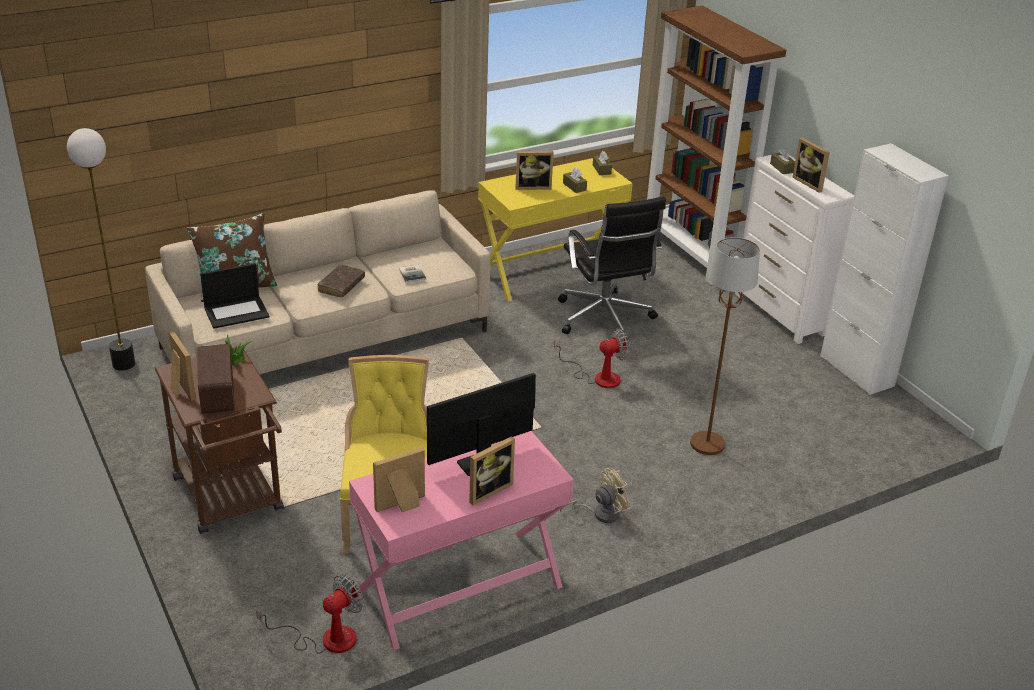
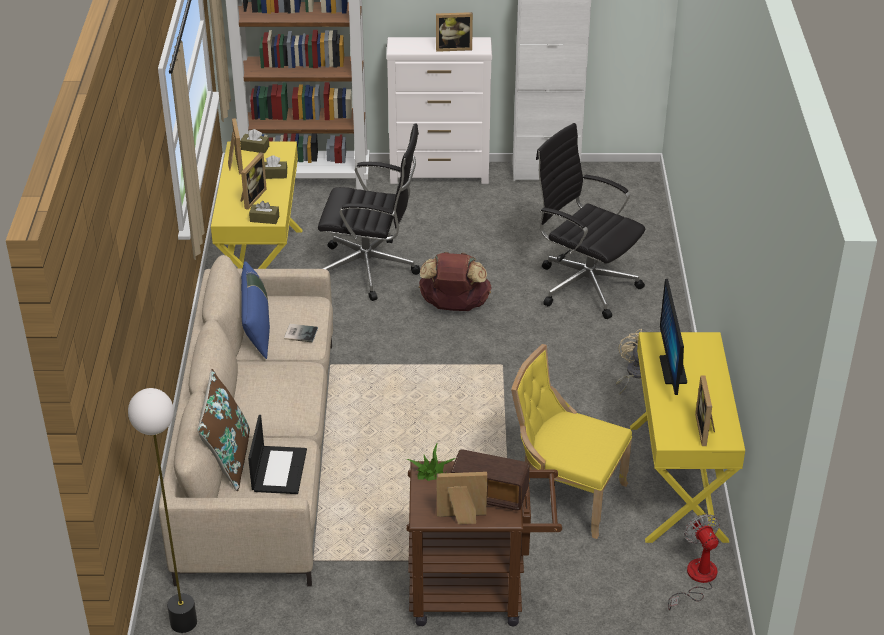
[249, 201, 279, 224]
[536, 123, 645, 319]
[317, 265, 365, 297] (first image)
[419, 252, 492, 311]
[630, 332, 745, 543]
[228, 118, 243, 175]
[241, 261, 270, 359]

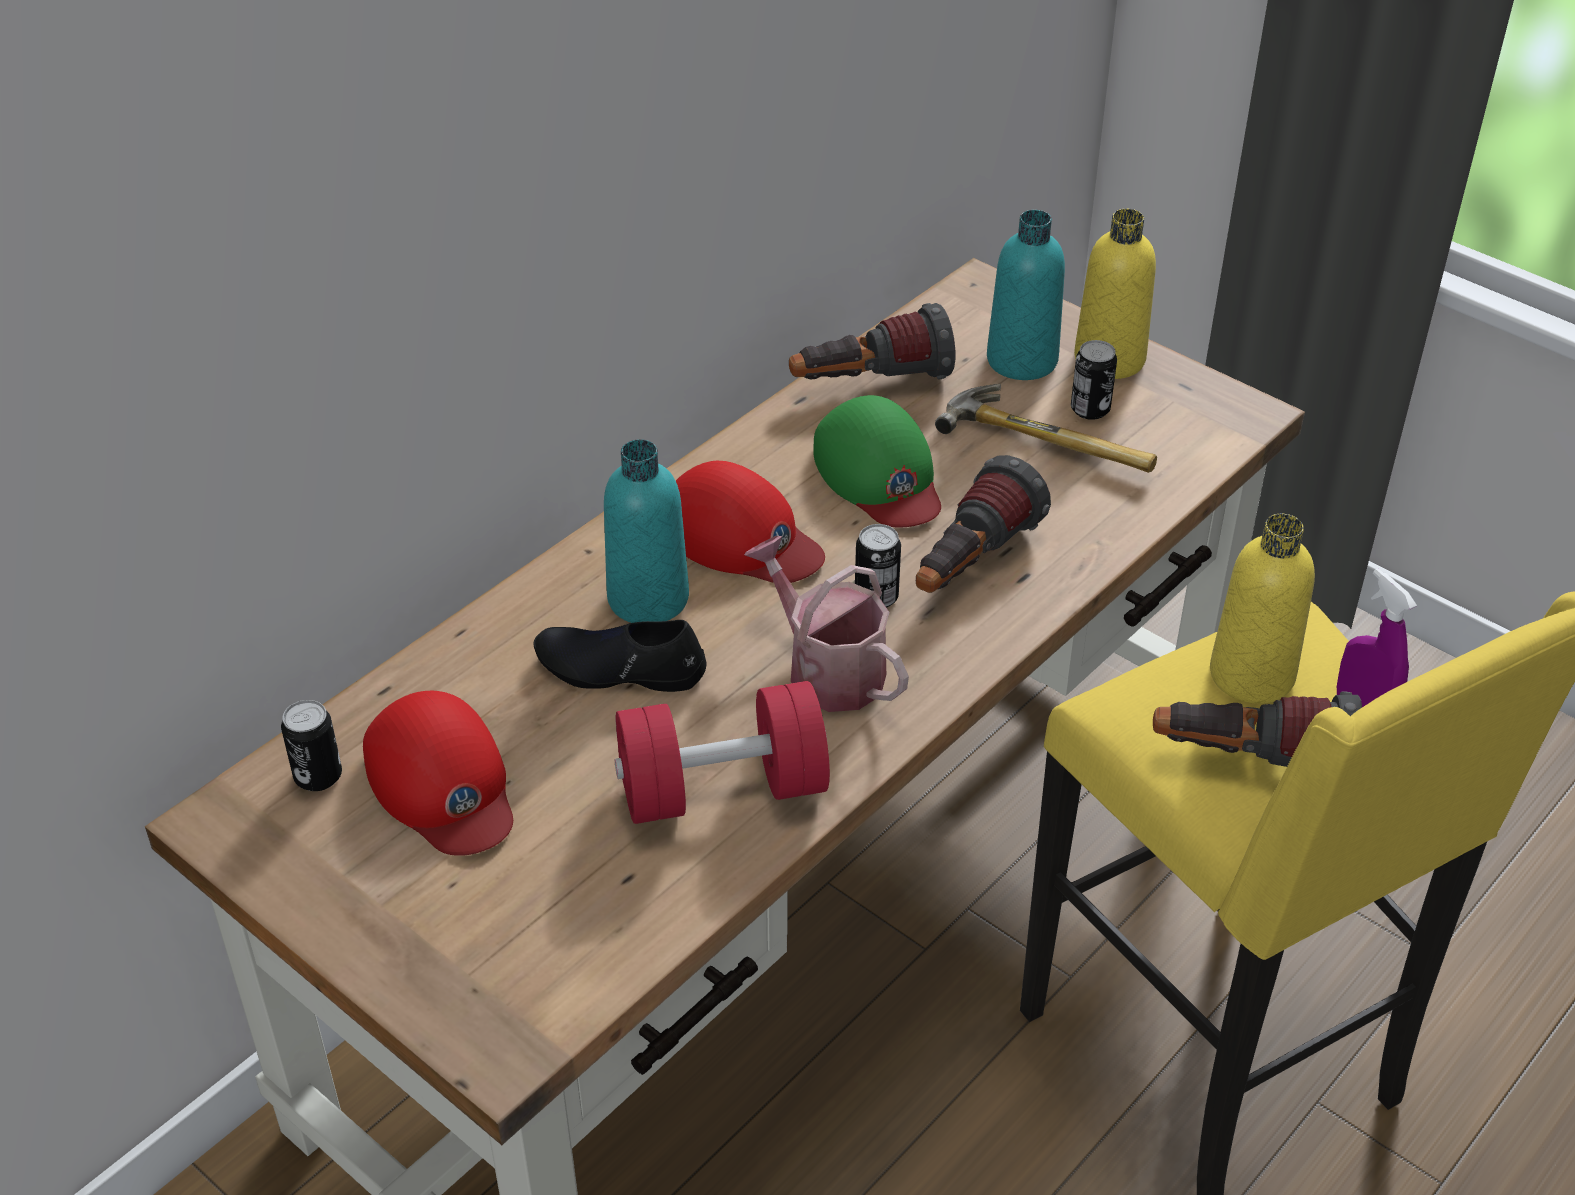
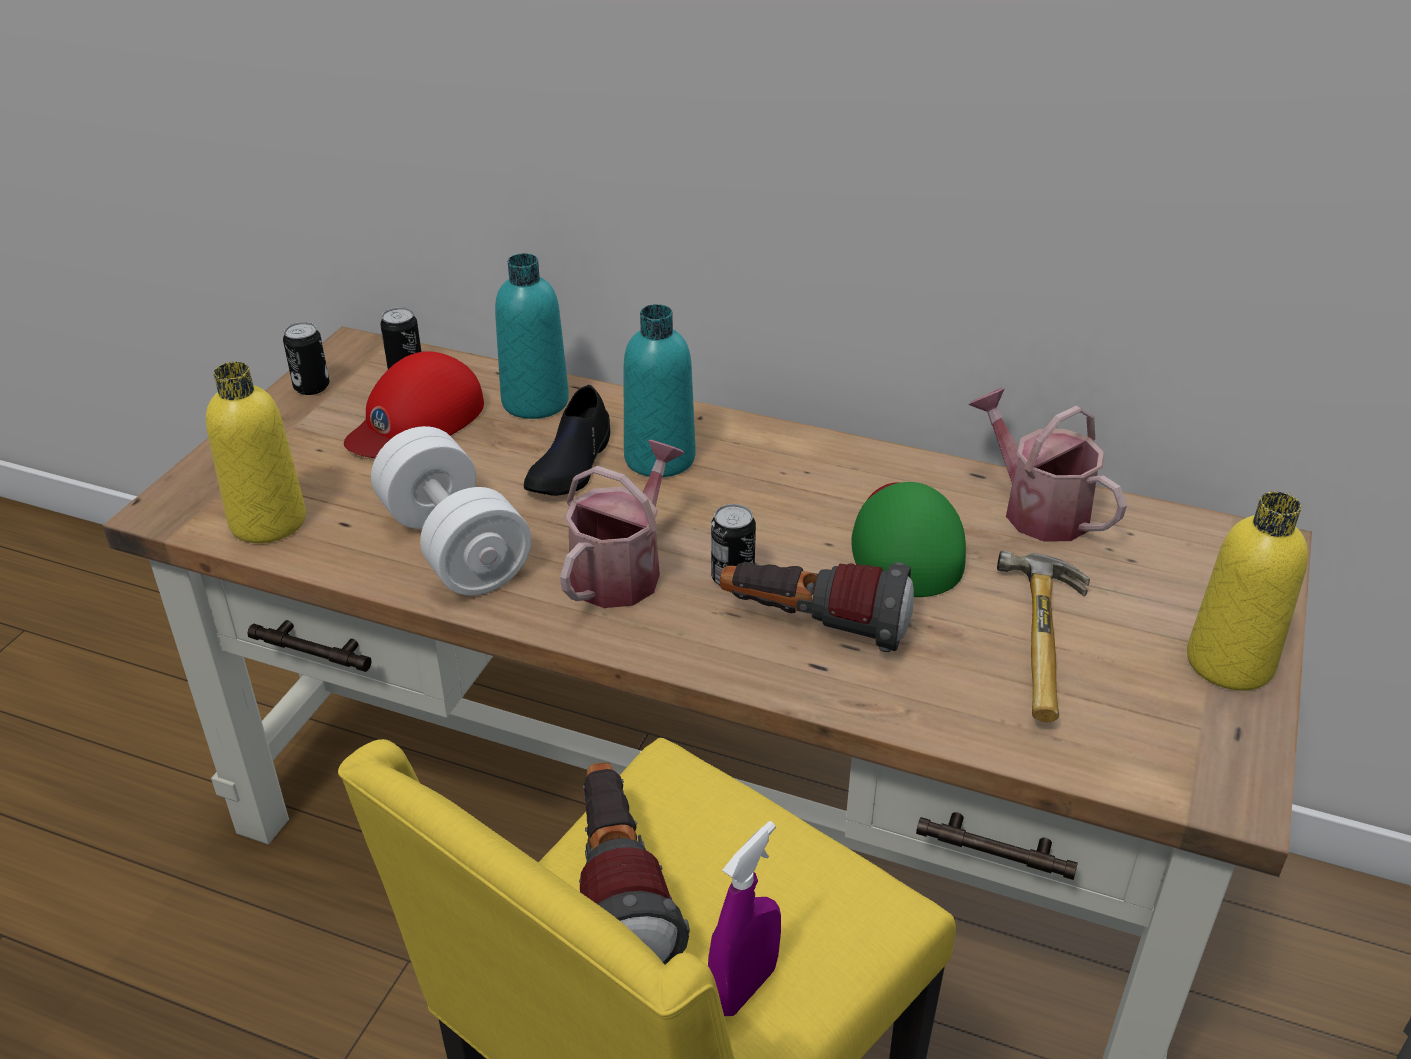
[495, 253, 569, 419]
[969, 388, 1127, 541]
[283, 322, 329, 395]
[851, 482, 966, 597]
[676, 461, 825, 583] (first image)
[206, 362, 306, 543]
[524, 385, 610, 496]
[371, 426, 531, 596]

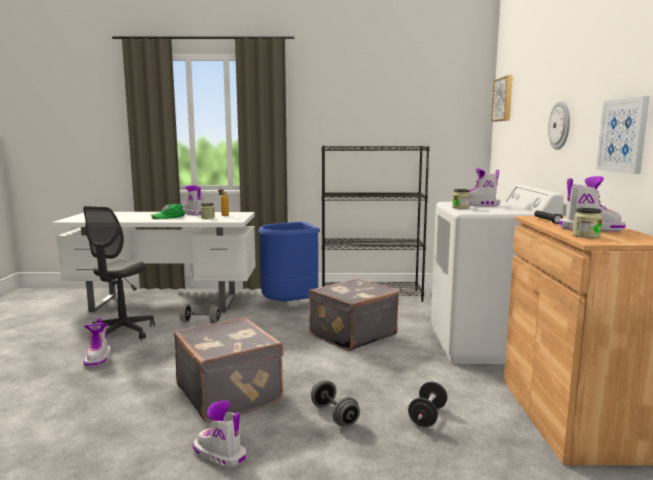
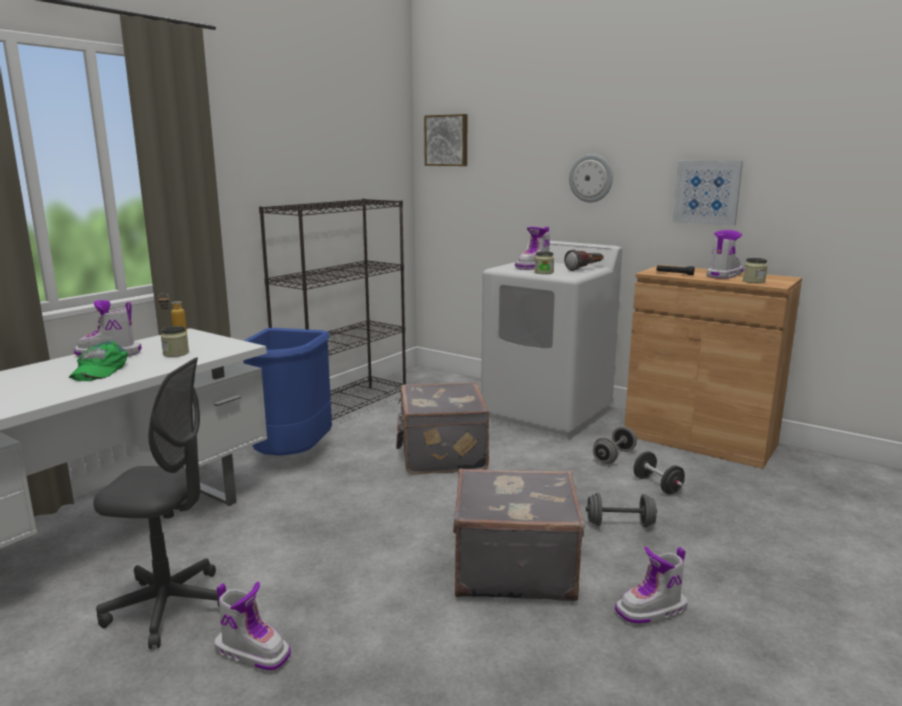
[93, 358, 219, 649]
[593, 426, 637, 464]
[564, 250, 604, 271]

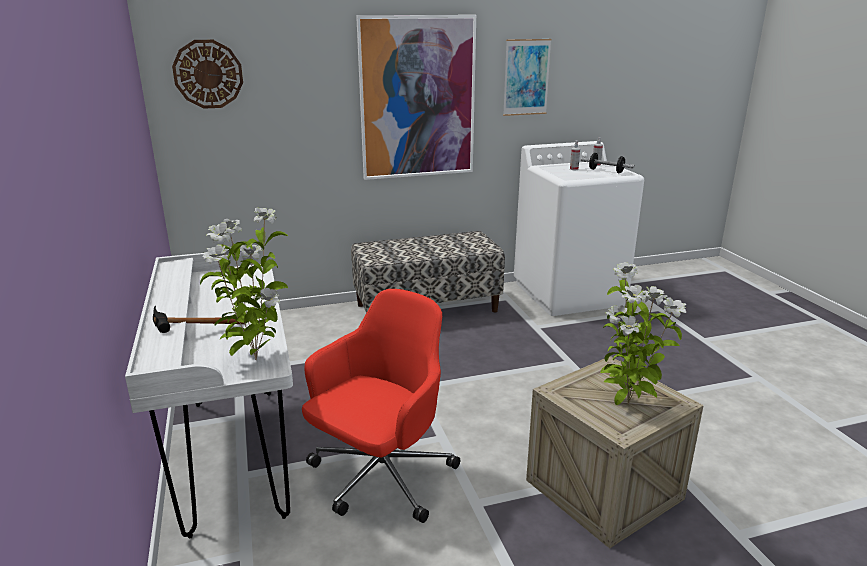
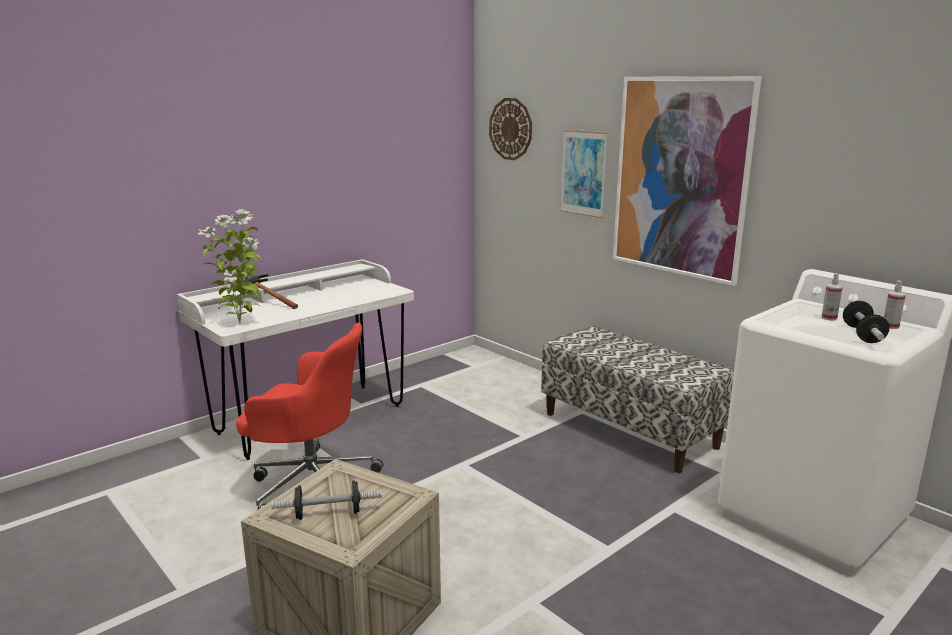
[560, 130, 608, 218]
[271, 480, 382, 520]

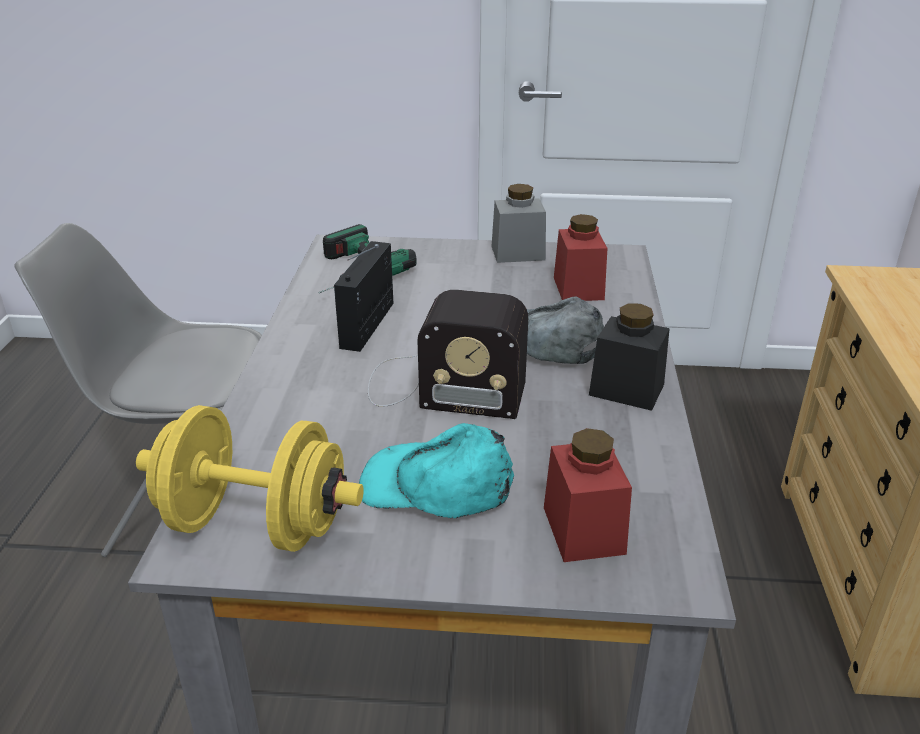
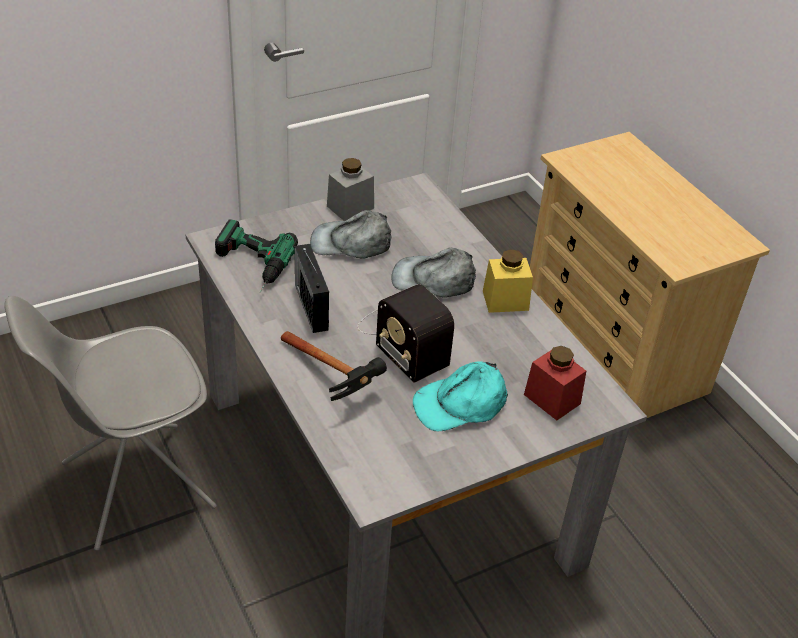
[554, 214, 608, 301] (first image)
[357, 284, 454, 383]
[483, 249, 533, 313]
[136, 405, 364, 552] (first image)
[310, 210, 392, 259]
[281, 331, 387, 401]

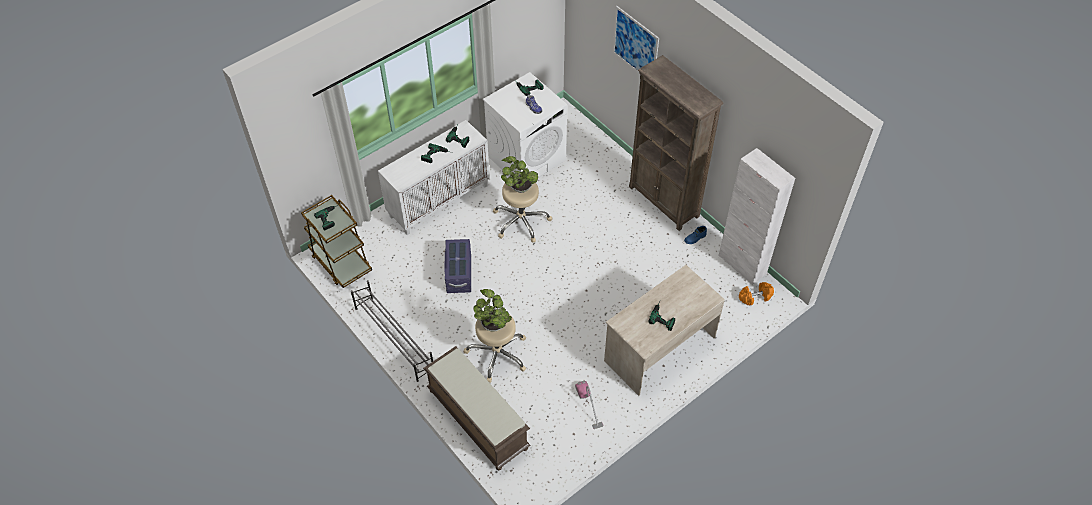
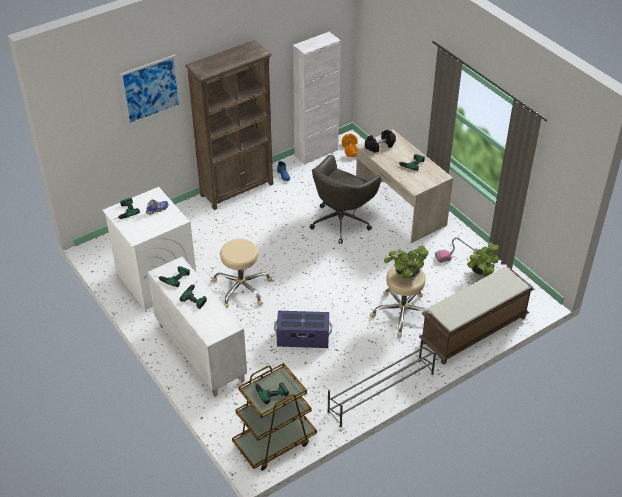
[466, 242, 499, 278]
[365, 130, 396, 153]
[310, 155, 381, 244]

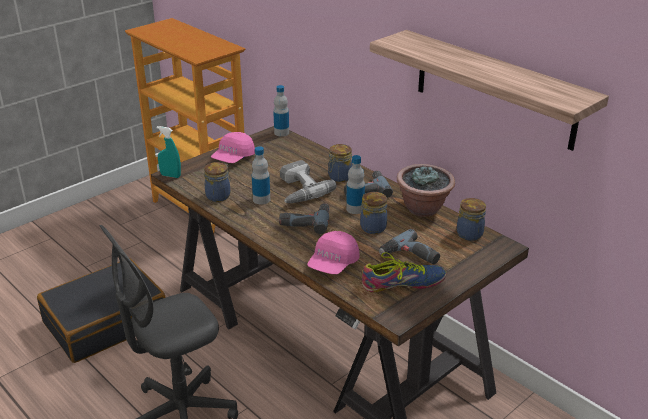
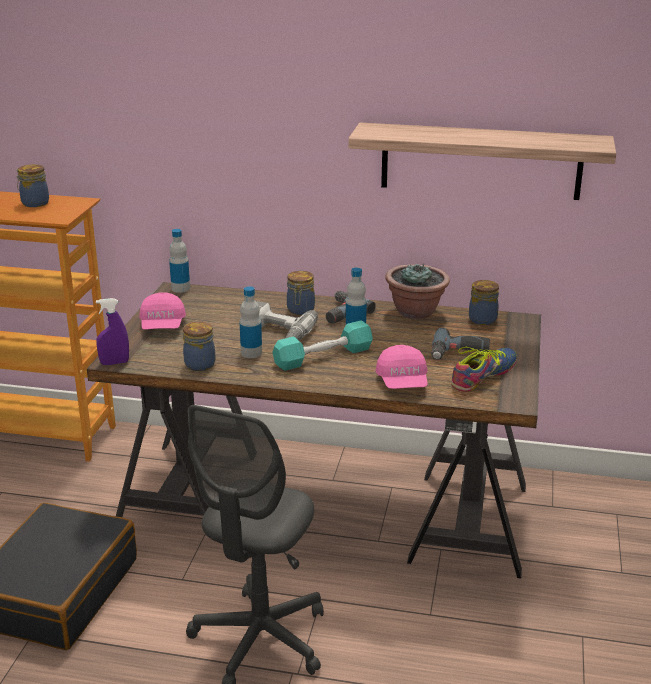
[96, 298, 129, 365]
[16, 164, 49, 207]
[272, 320, 373, 371]

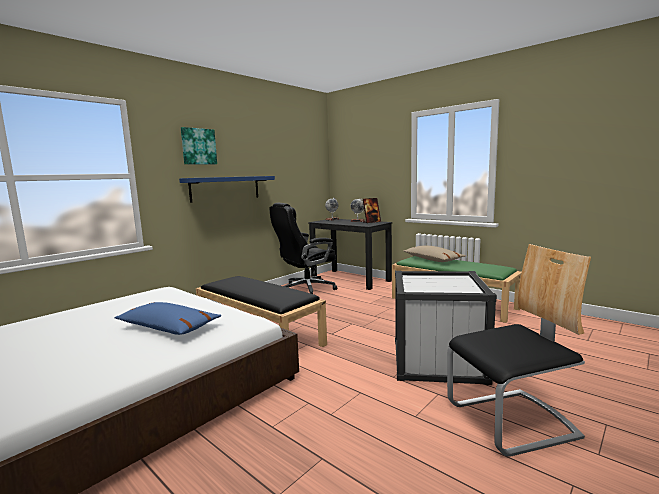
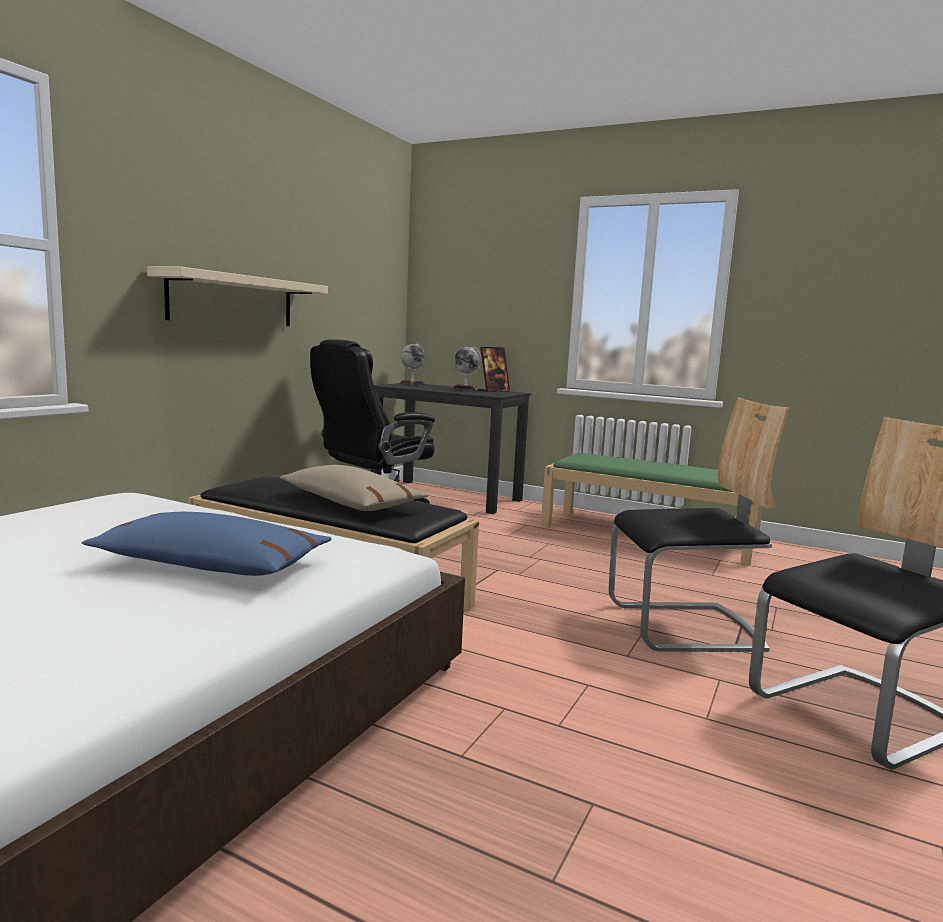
[181, 127, 217, 164] (first image)
[147, 266, 328, 326]
[280, 465, 428, 511]
[608, 398, 790, 652]

